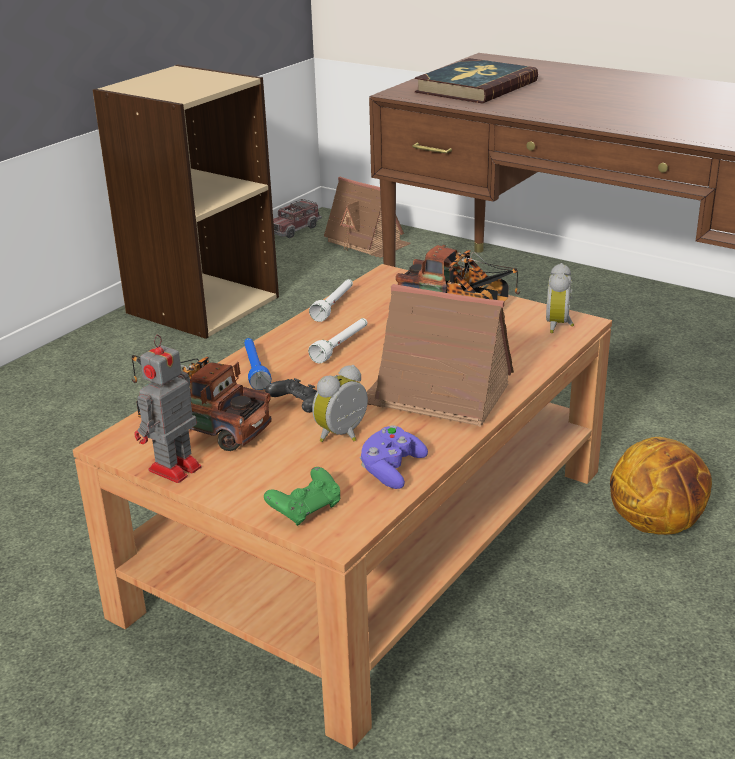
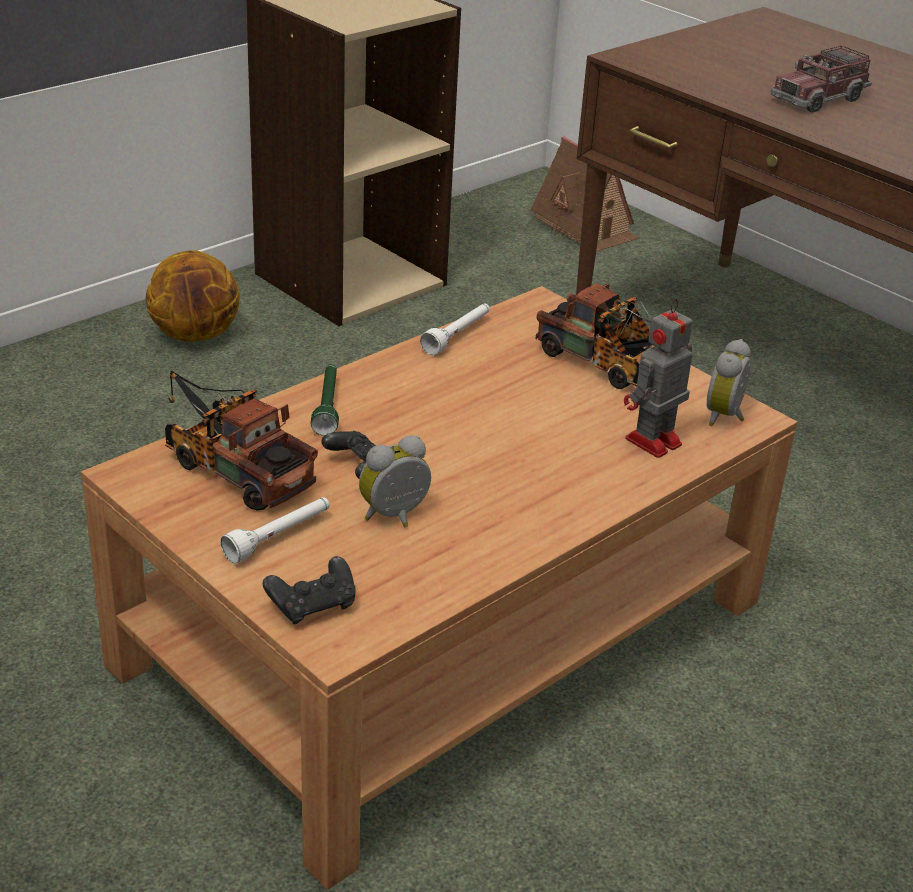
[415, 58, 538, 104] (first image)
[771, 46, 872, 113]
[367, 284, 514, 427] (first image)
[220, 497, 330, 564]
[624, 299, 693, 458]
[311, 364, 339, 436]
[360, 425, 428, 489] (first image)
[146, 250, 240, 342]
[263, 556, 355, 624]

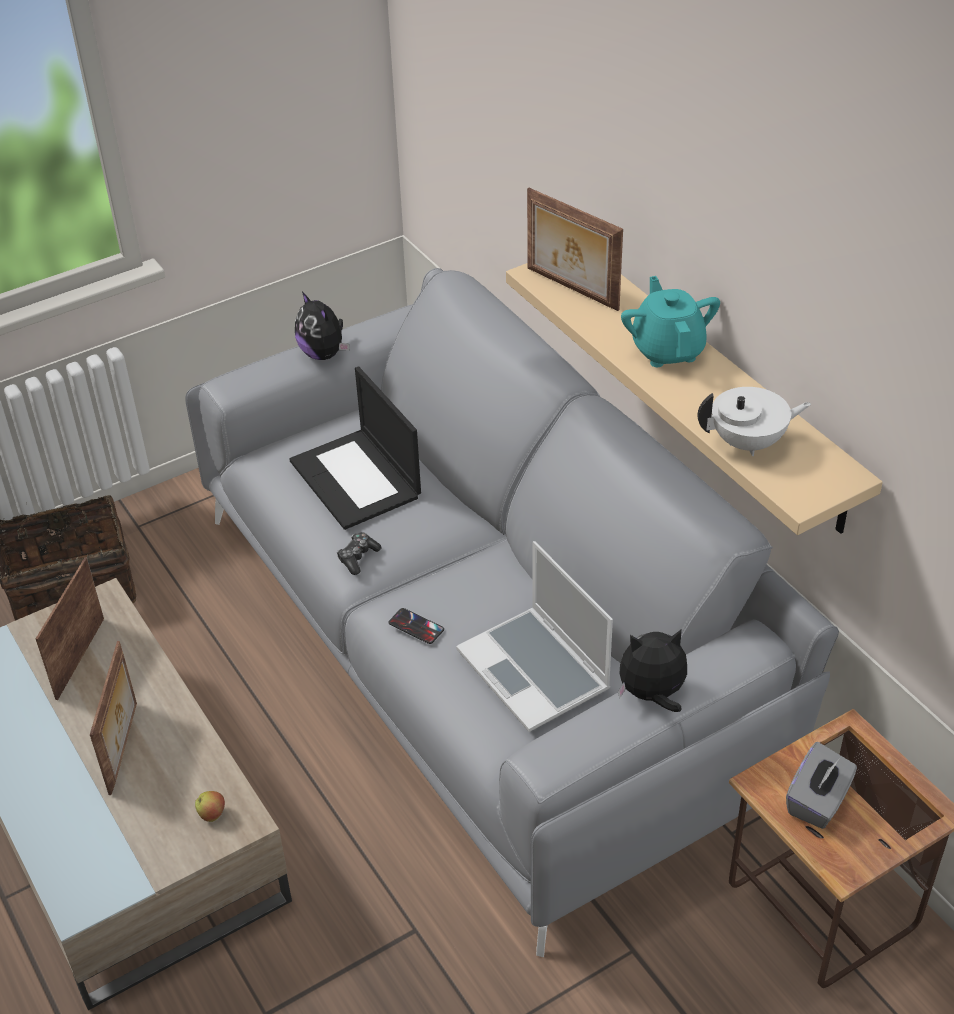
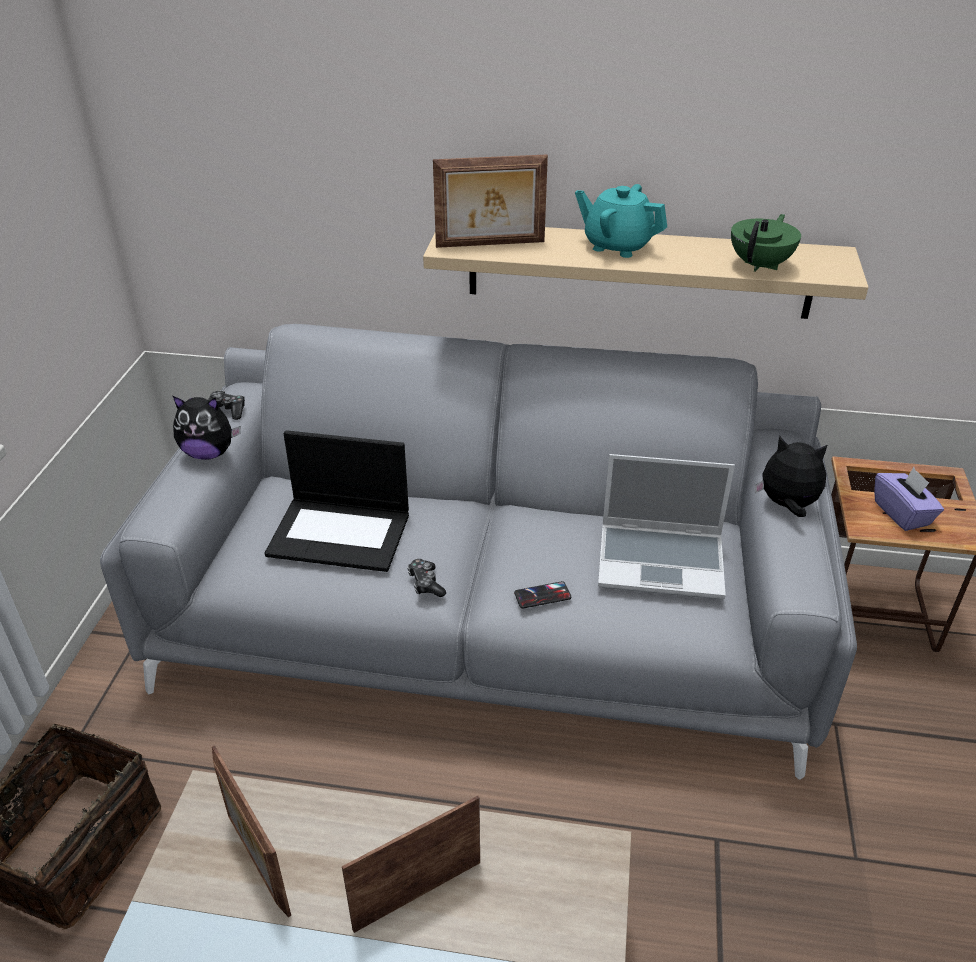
[731, 214, 801, 272]
[755, 436, 827, 517]
[342, 796, 480, 933]
[874, 467, 944, 531]
[195, 791, 225, 822] (first image)
[208, 391, 245, 420]

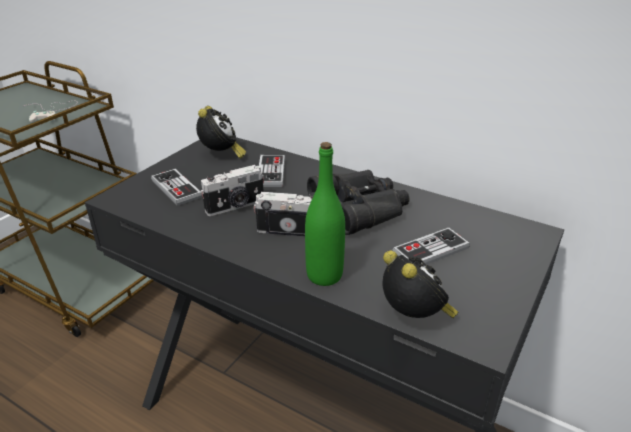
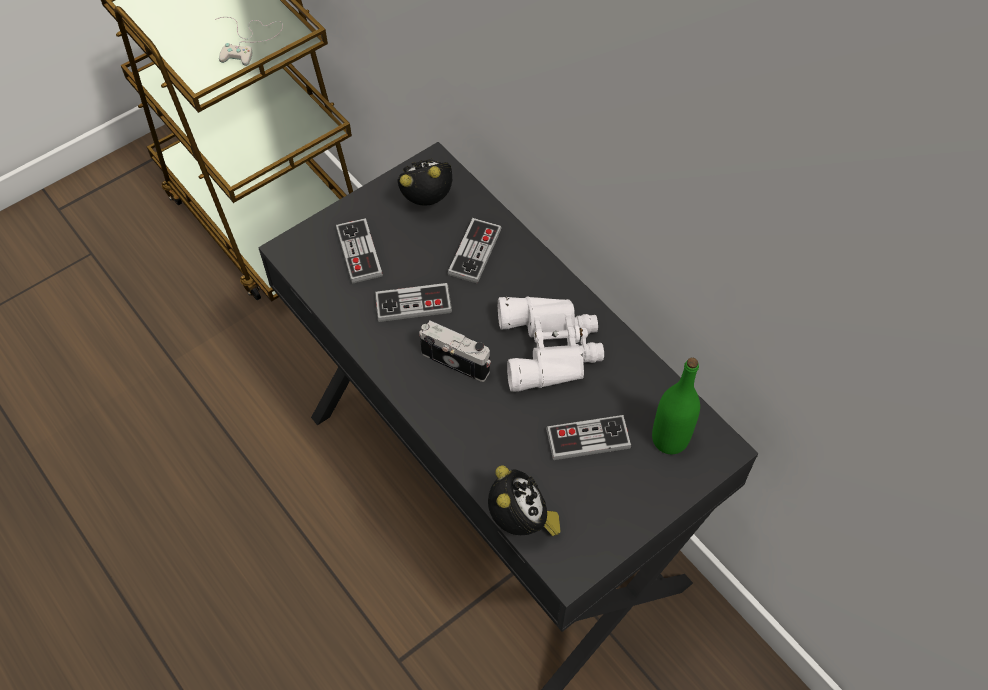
[397, 158, 452, 206]
[652, 358, 700, 454]
[375, 283, 452, 322]
[498, 296, 604, 392]

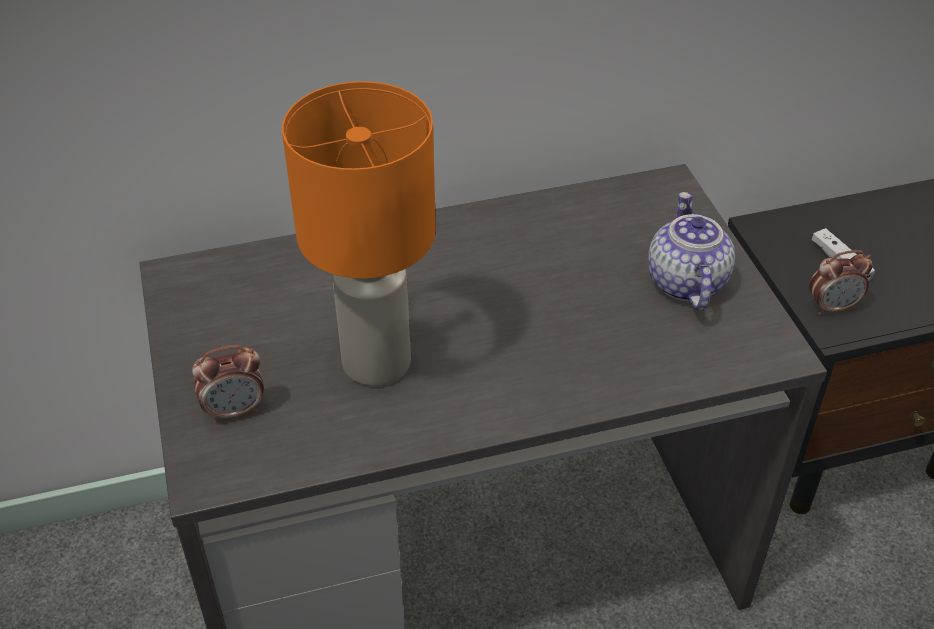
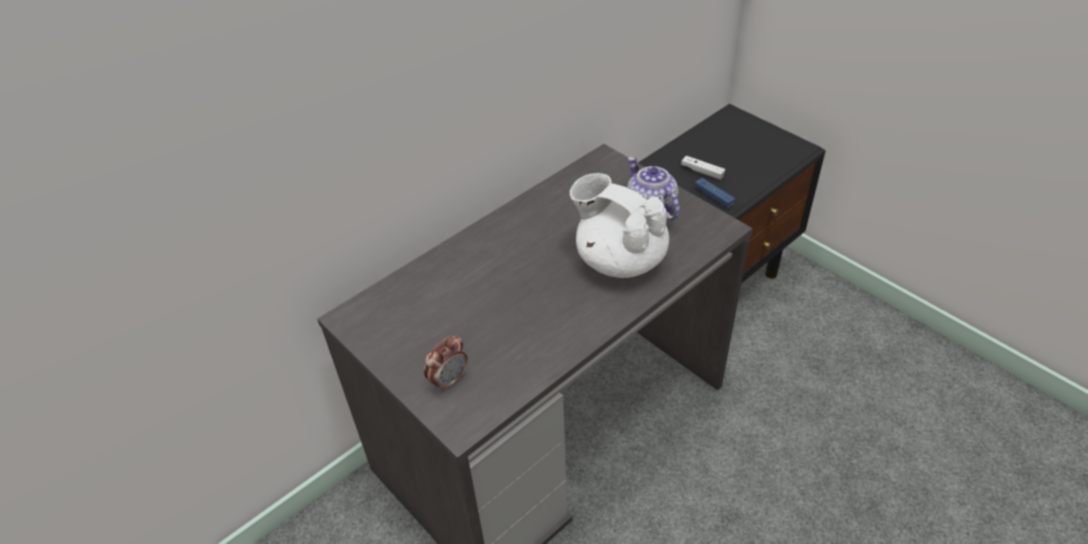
[282, 81, 436, 386] (first image)
[695, 178, 735, 209]
[570, 173, 669, 278]

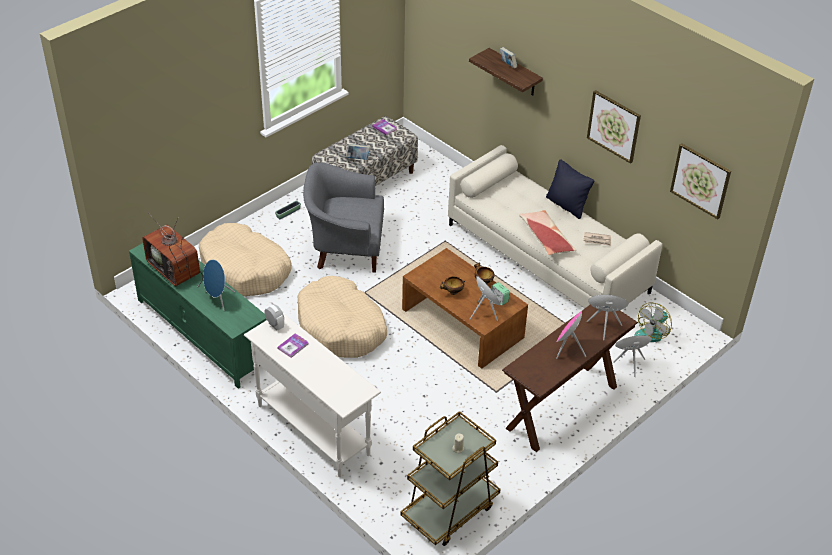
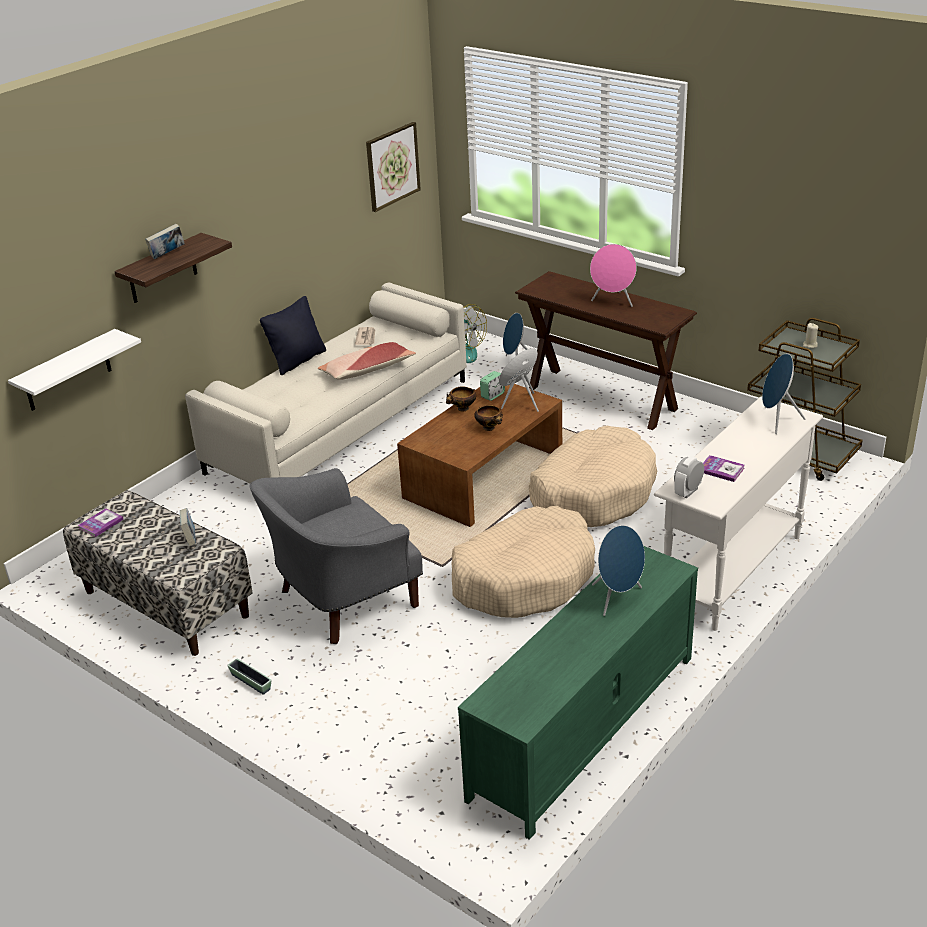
[587, 90, 641, 164] (first image)
[249, 468, 423, 644]
[142, 212, 203, 287] (first image)
[528, 426, 657, 527]
[762, 353, 806, 434]
[8, 329, 141, 411]

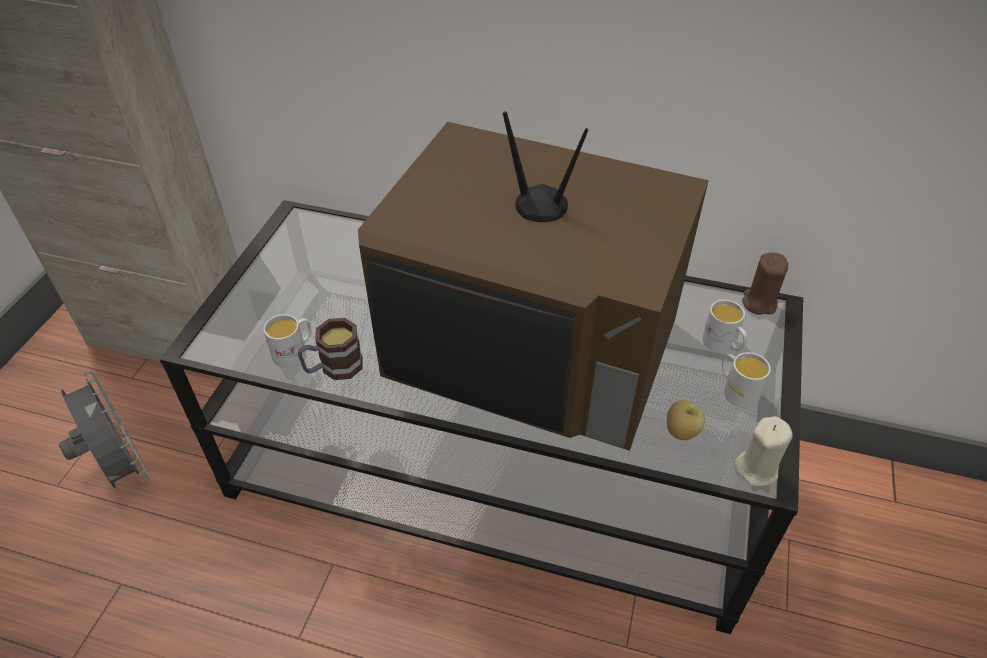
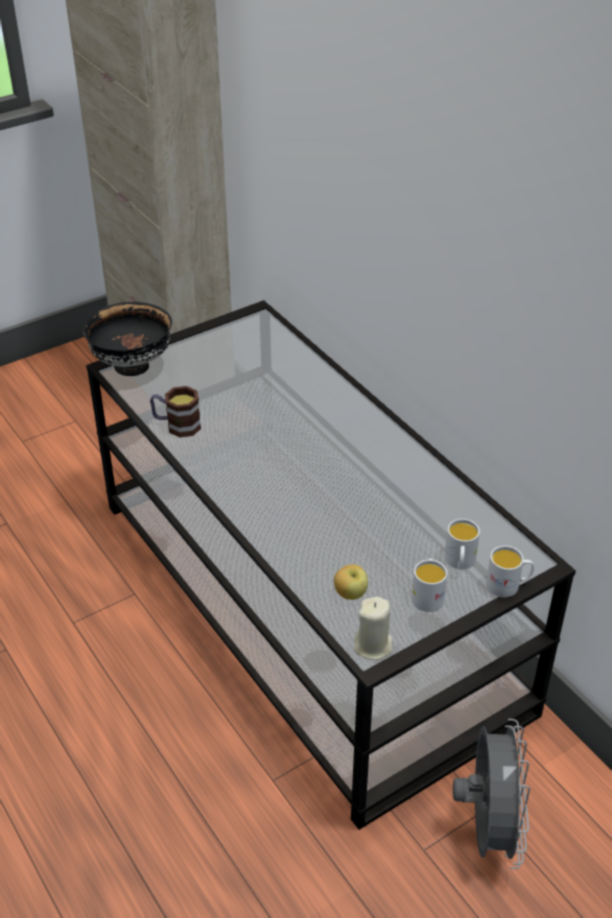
[358, 111, 709, 451] (first image)
[742, 253, 788, 315] (first image)
[486, 546, 534, 597]
[453, 719, 530, 869]
[83, 302, 172, 376]

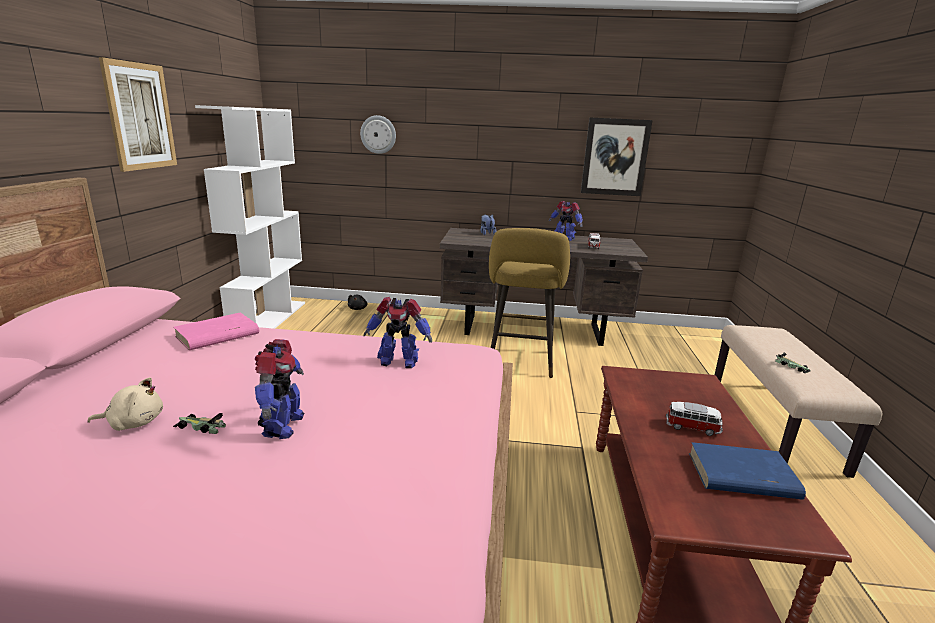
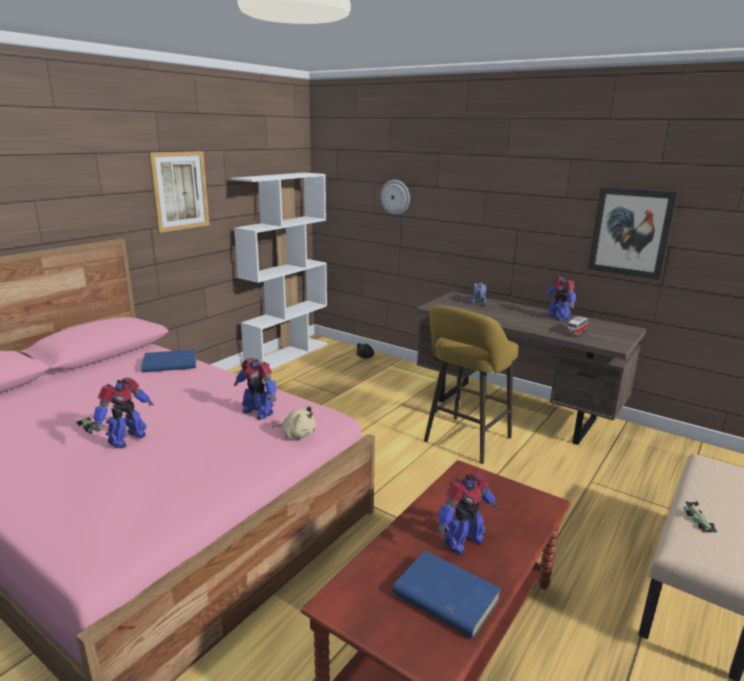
[141, 349, 197, 372]
[272, 406, 316, 438]
[438, 473, 497, 555]

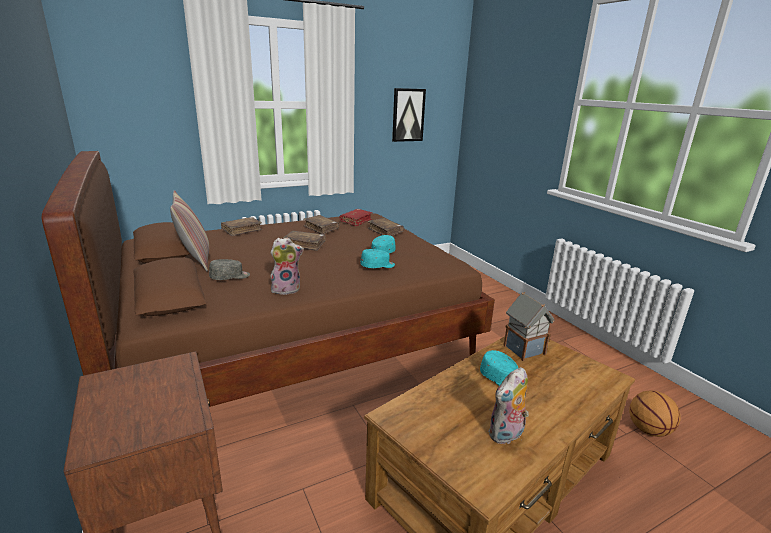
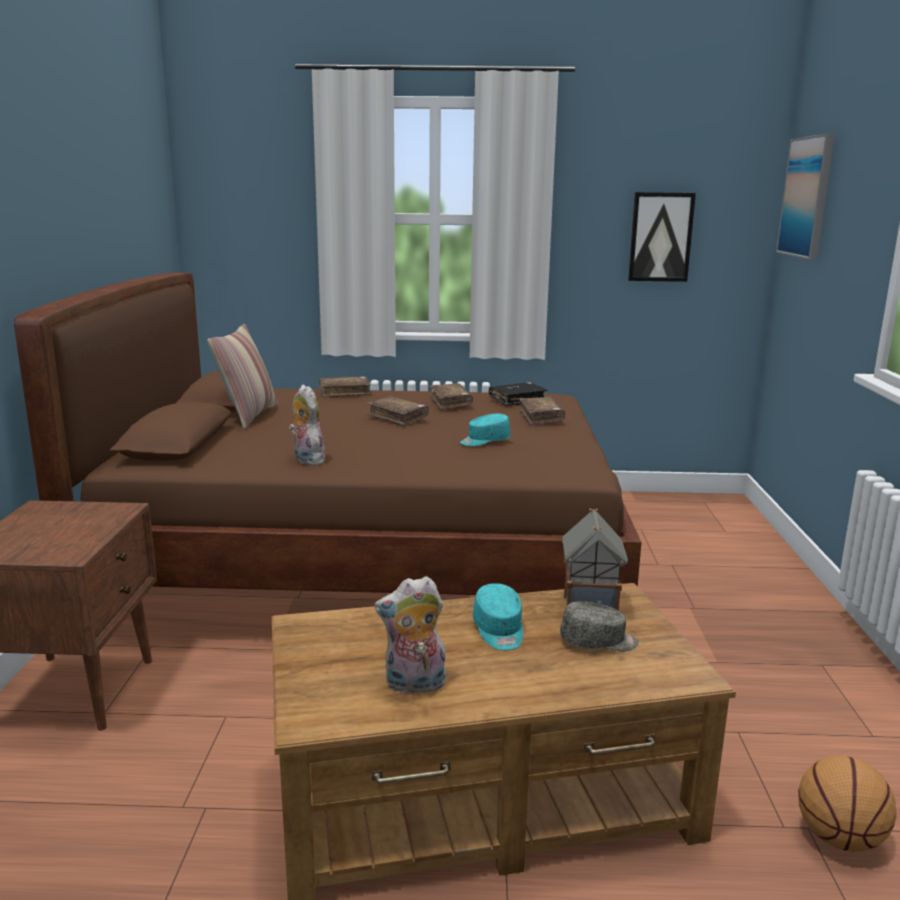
[489, 382, 547, 406]
[289, 384, 325, 466]
[360, 249, 395, 268] (first image)
[560, 601, 639, 652]
[776, 133, 835, 260]

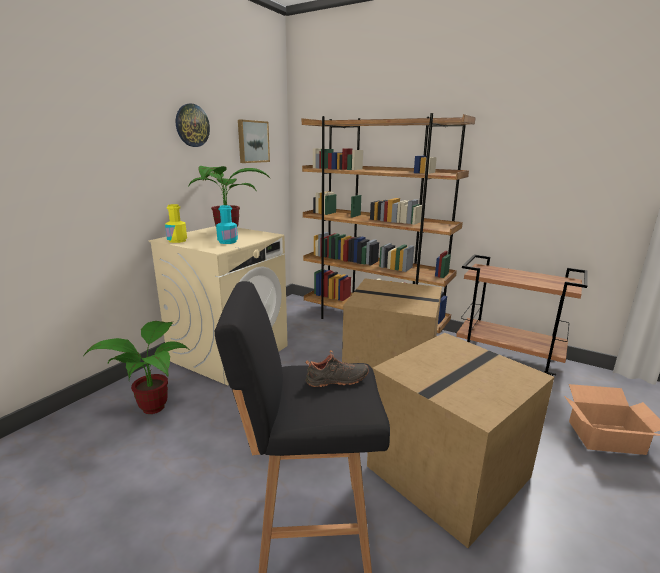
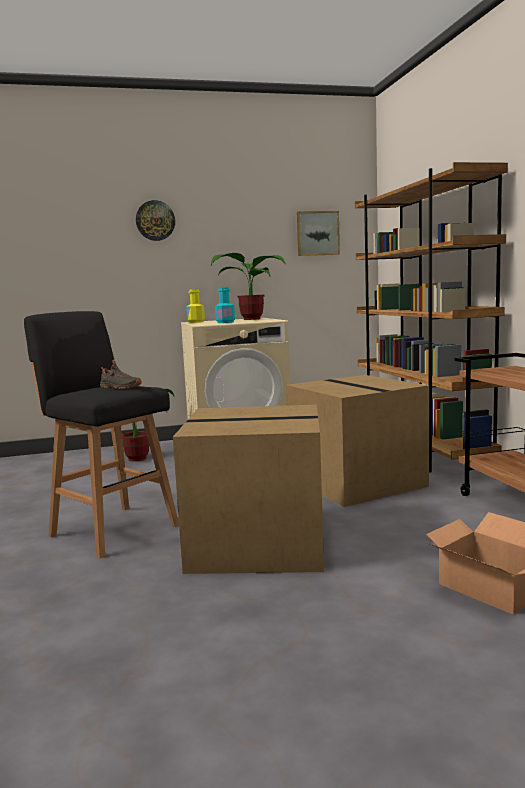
[136, 200, 175, 241]

